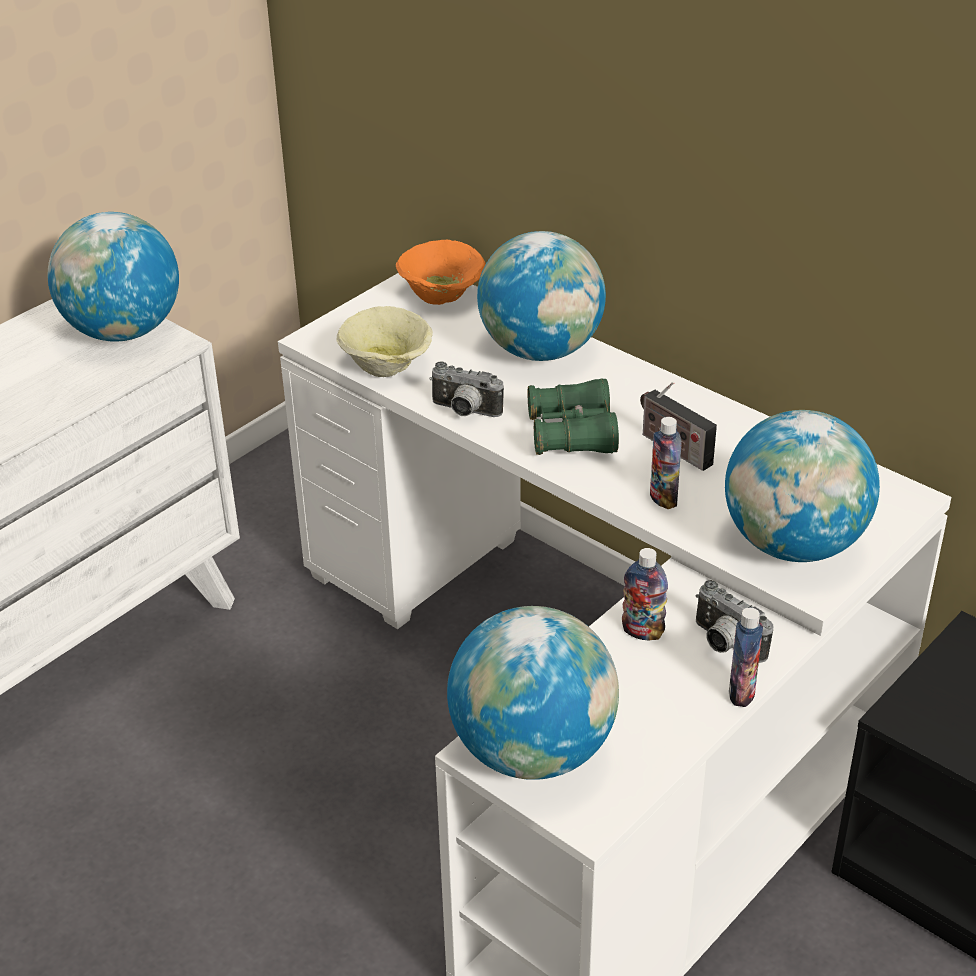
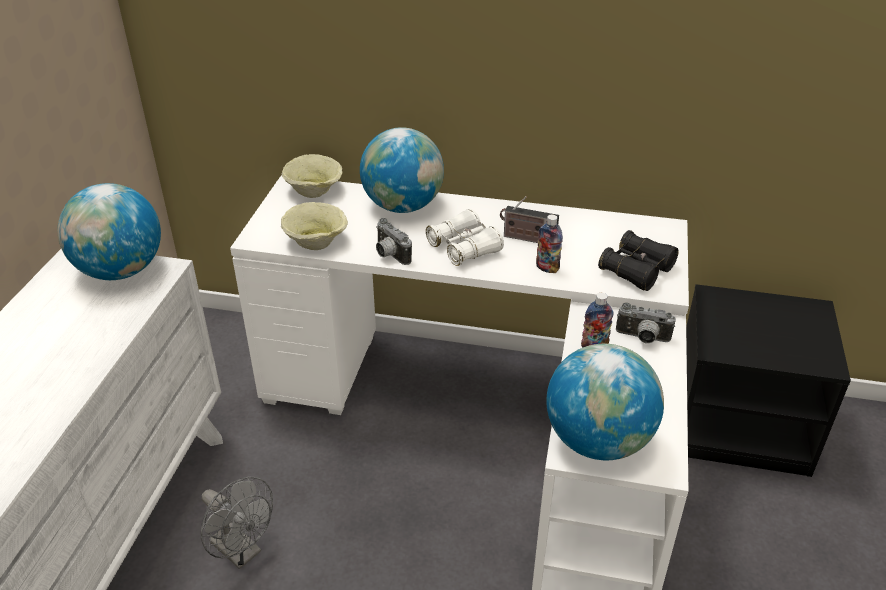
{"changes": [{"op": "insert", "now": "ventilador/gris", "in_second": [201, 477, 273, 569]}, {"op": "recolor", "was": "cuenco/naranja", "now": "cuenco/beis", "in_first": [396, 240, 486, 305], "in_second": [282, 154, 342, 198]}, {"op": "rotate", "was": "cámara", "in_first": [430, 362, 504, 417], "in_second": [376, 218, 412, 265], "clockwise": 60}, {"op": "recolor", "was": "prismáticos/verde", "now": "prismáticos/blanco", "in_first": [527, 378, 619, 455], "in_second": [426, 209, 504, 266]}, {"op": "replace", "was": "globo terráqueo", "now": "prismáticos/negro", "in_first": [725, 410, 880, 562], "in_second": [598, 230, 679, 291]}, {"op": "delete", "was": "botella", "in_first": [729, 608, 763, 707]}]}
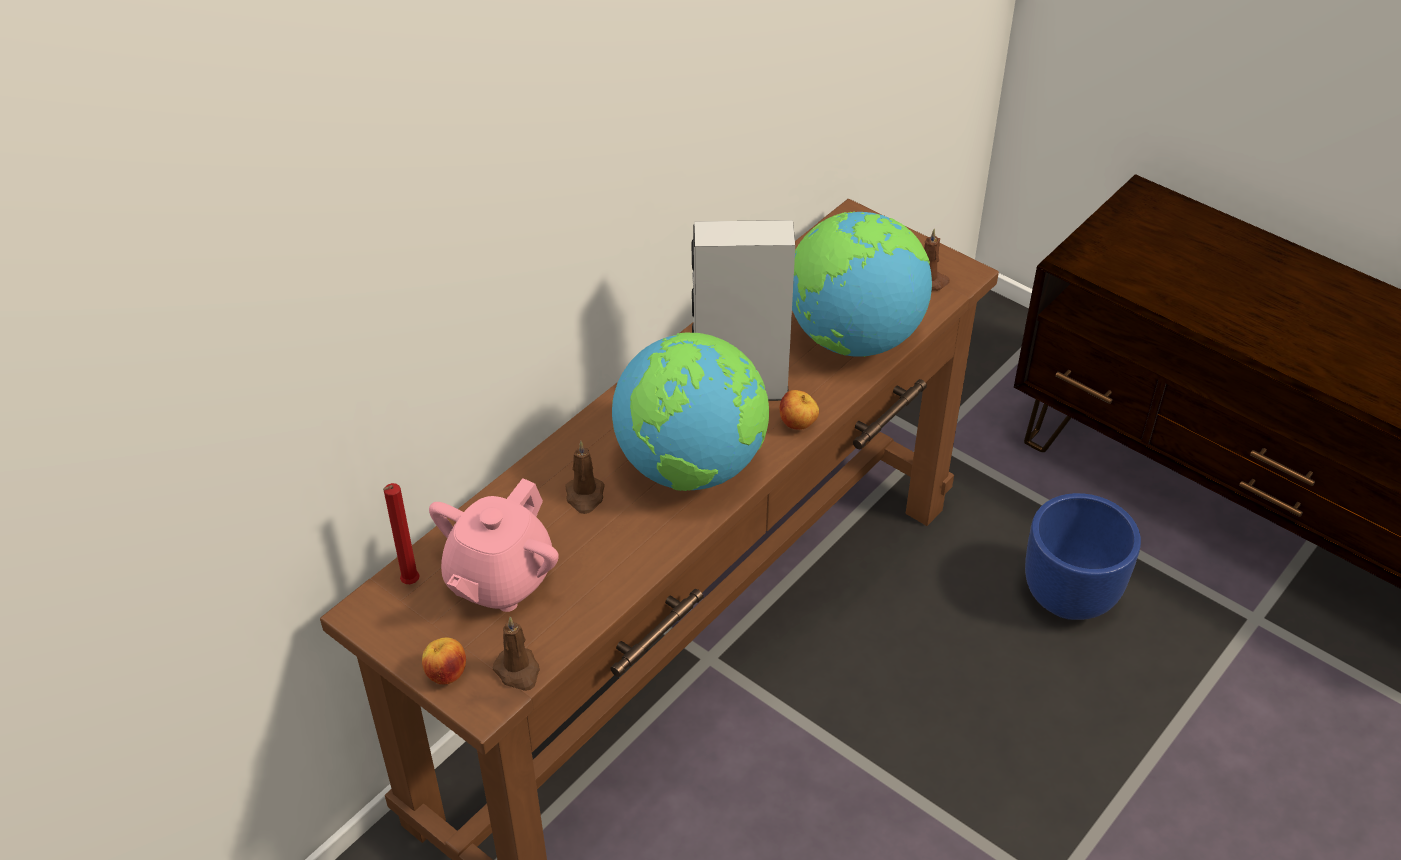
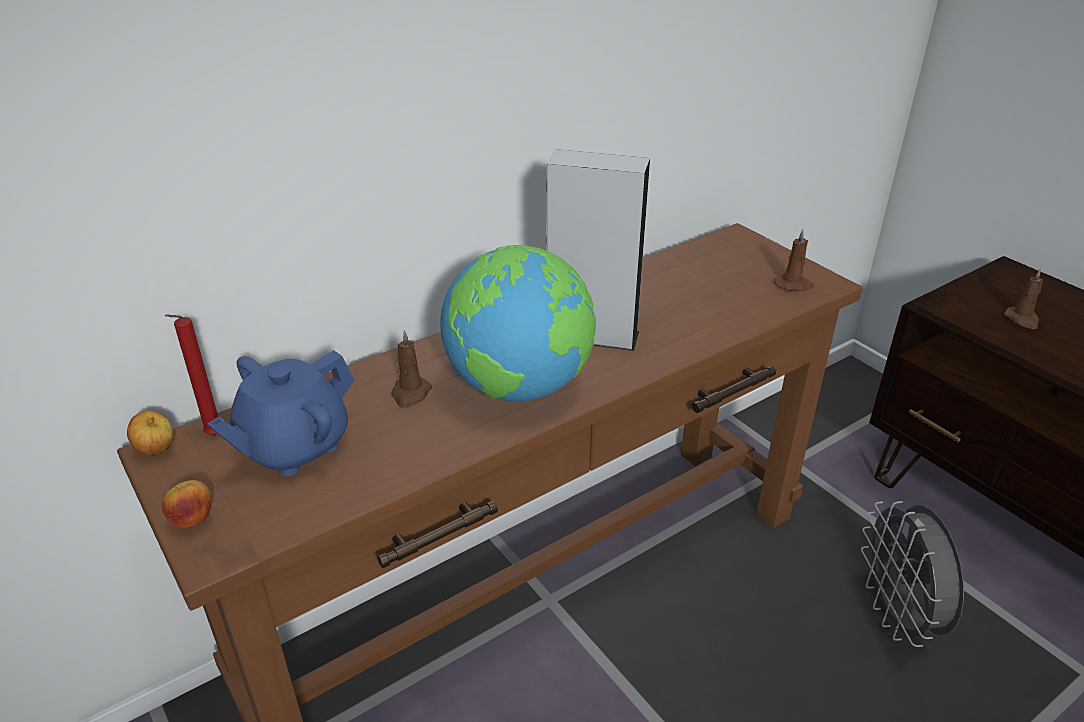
{"changes": [{"op": "move", "was": "manzana", "in_first": [779, 390, 819, 430], "in_second": [127, 410, 173, 455]}, {"op": "recolor", "was": "tetera/rosa", "now": "tetera/azul", "in_first": [429, 478, 559, 612], "in_second": [208, 350, 354, 476]}, {"op": "replace", "was": "maceta/azul", "now": "ventilador/gris", "in_first": [1025, 493, 1141, 620], "in_second": [861, 501, 964, 647]}, {"op": "move", "was": "vela/marrón", "in_first": [493, 617, 540, 691], "in_second": [1004, 268, 1043, 329]}, {"op": "delete", "was": "globo terráqueo", "in_first": [792, 211, 932, 357]}]}
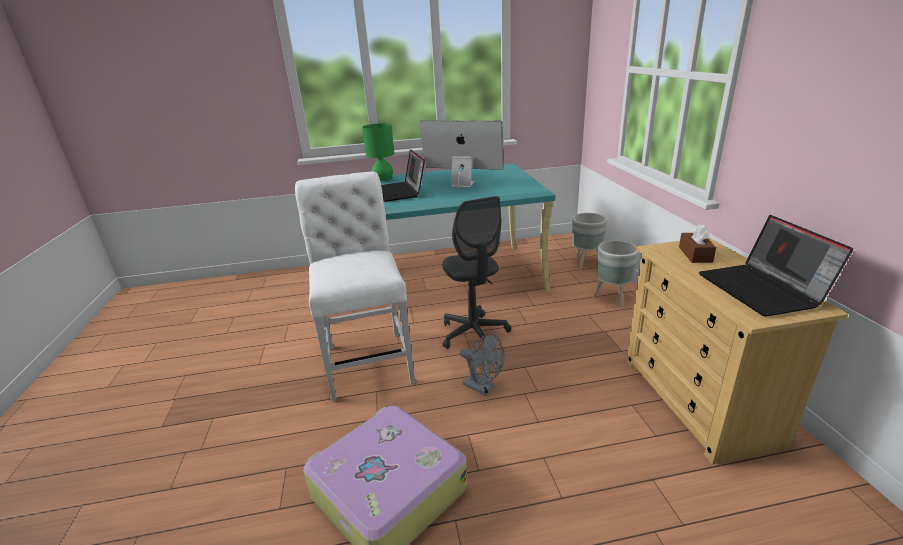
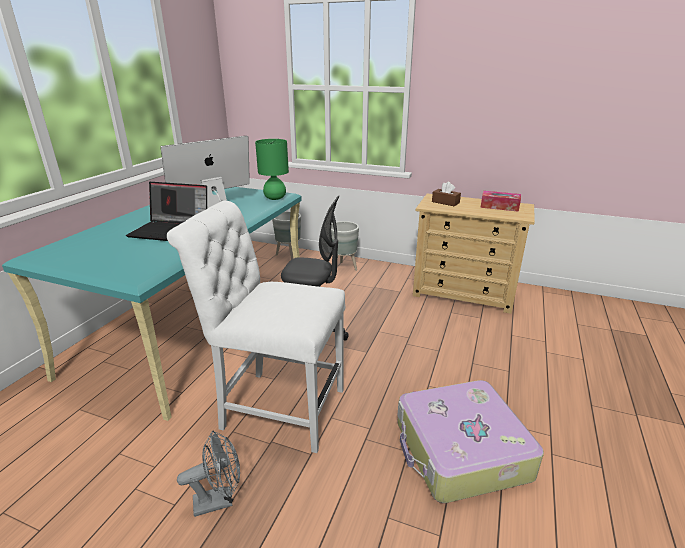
{"changes": [{"op": "move", "was": "ventilador/gris", "in_first": [460, 334, 505, 396], "in_second": [177, 431, 240, 517]}, {"op": "move", "was": "lámpara de mesa/verde", "in_first": [362, 123, 395, 181], "in_second": [255, 139, 289, 200]}, {"op": "replace", "was": "portátil", "now": "caja de pañuelos", "in_first": [699, 215, 853, 317], "in_second": [481, 191, 521, 212]}]}
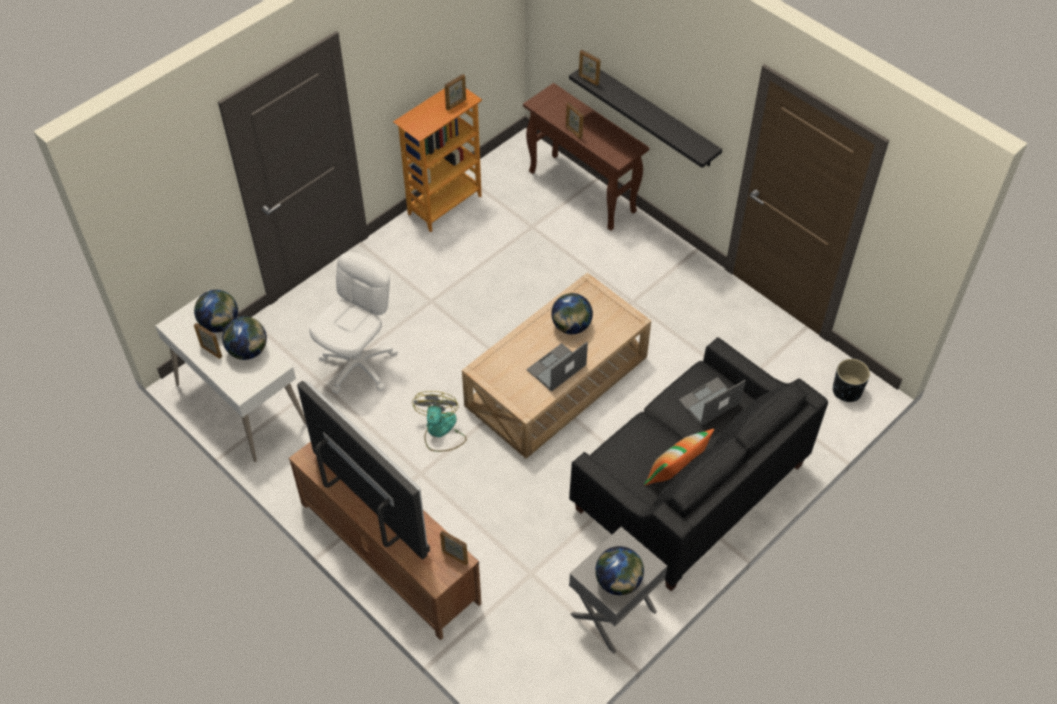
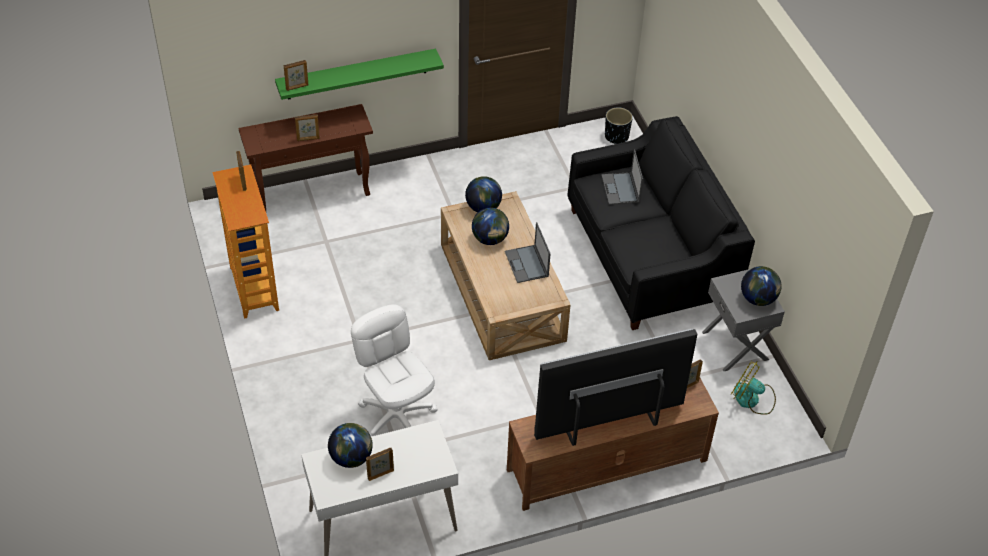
{"changes": [{"op": "recolor", "was": "estante/negro", "now": "estante/verde", "in_first": [569, 69, 722, 168], "in_second": [275, 49, 444, 100]}, {"op": "move", "was": "globo terráqueo", "in_first": [222, 316, 267, 360], "in_second": [465, 176, 502, 212]}, {"op": "move", "was": "ventilador", "in_first": [412, 391, 467, 452], "in_second": [731, 361, 776, 415]}, {"op": "delete", "was": "cojín", "in_first": [644, 429, 714, 485]}]}
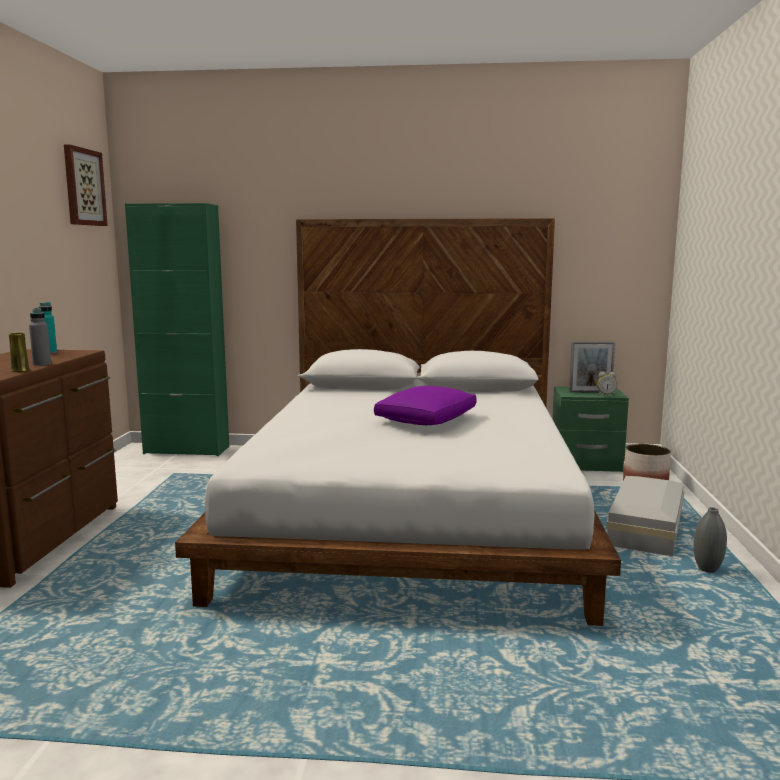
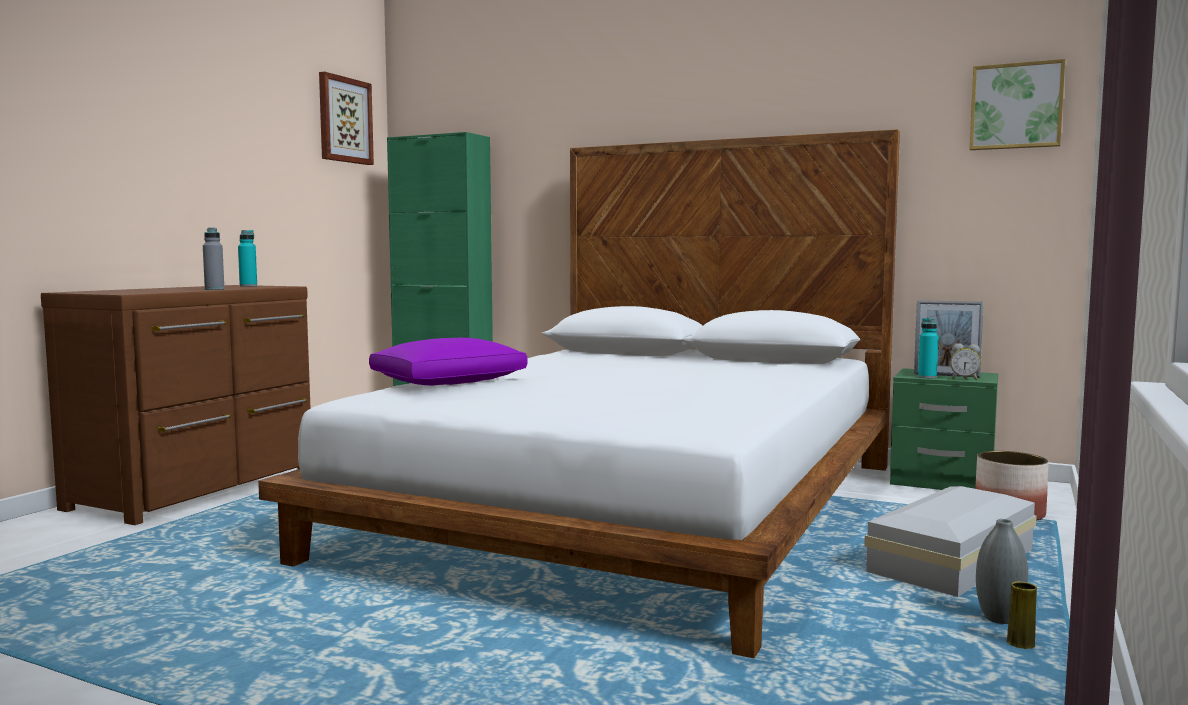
{"changes": [{"op": "move", "was": "cojín/morado", "in_first": [374, 386, 477, 425], "in_second": [369, 338, 528, 386]}, {"op": "insert", "now": "botella/turquesa", "in_second": [918, 318, 939, 378]}, {"op": "insert", "now": "cuadro", "in_second": [970, 59, 1065, 150]}, {"op": "move", "was": "florero/amarillo", "in_first": [9, 333, 29, 372], "in_second": [1006, 582, 1037, 649]}]}
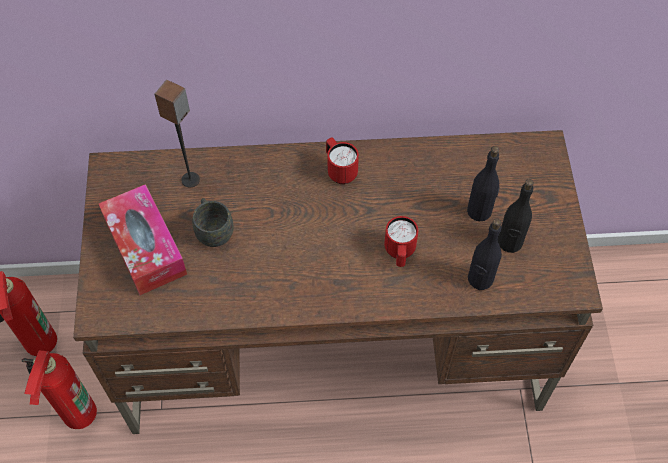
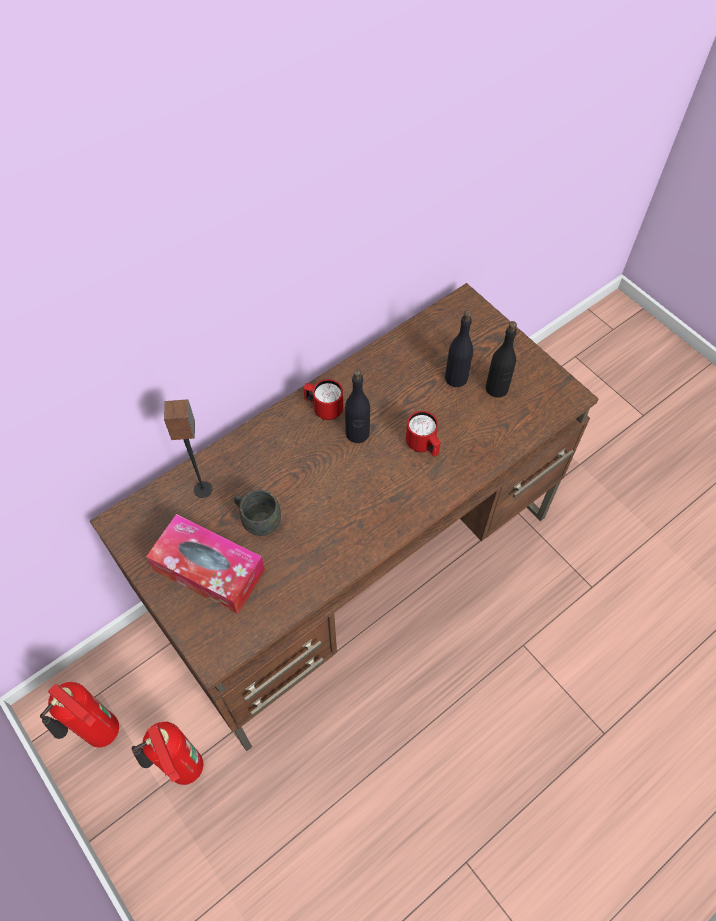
{"changes": [{"op": "move", "was": "botella/negro", "in_first": [468, 218, 502, 290], "in_second": [345, 369, 370, 443]}]}
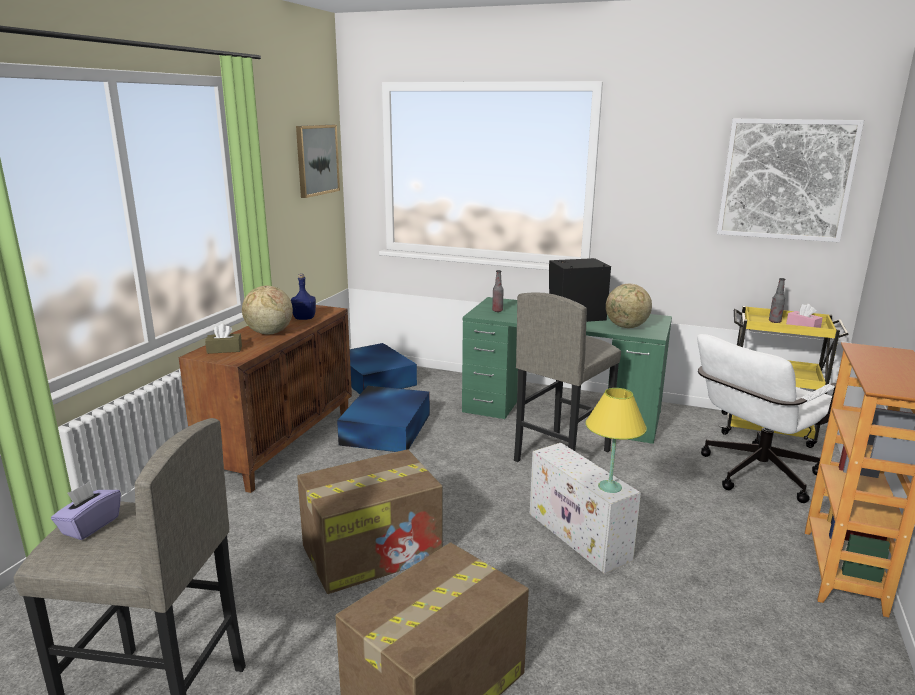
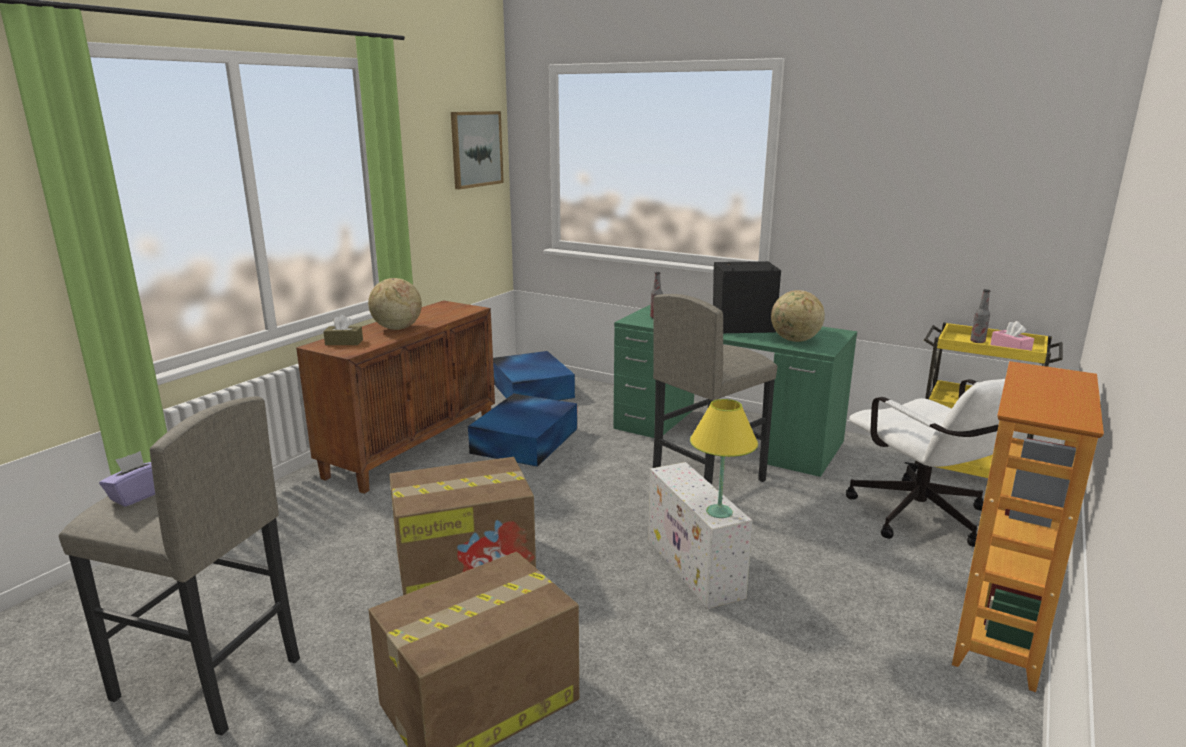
{"changes": [{"op": "rotate", "was": "silla de oficina/blanco", "in_first": [697, 334, 836, 503], "in_second": [846, 368, 1061, 547], "clockwise": -90}, {"op": "delete", "was": "botella/azul", "in_first": [291, 274, 316, 320]}, {"op": "delete", "was": "cuadro", "in_first": [717, 119, 864, 242]}]}
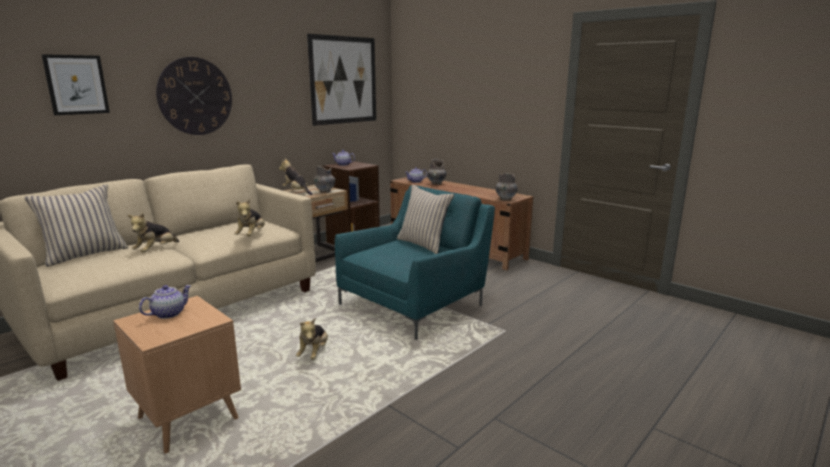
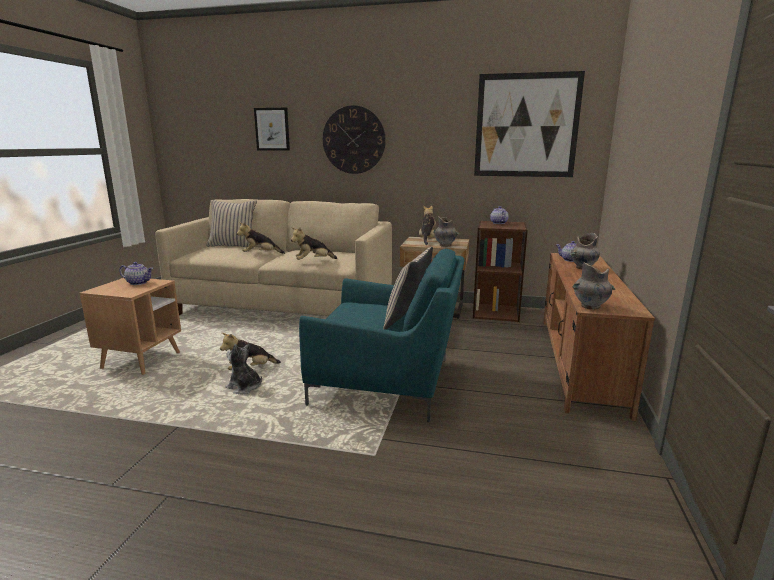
{"changes": [{"op": "insert", "now": "peluche", "in_second": [225, 344, 262, 394]}]}
